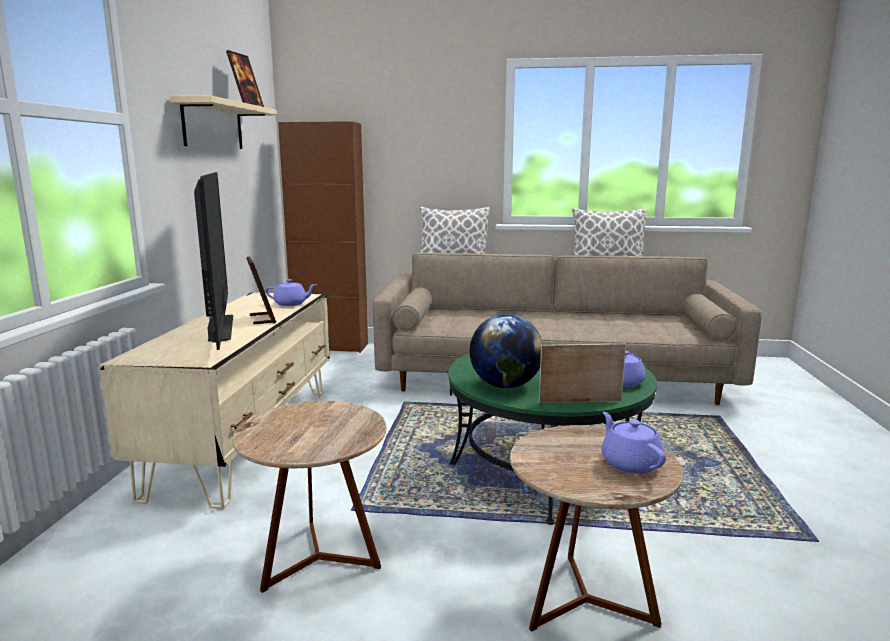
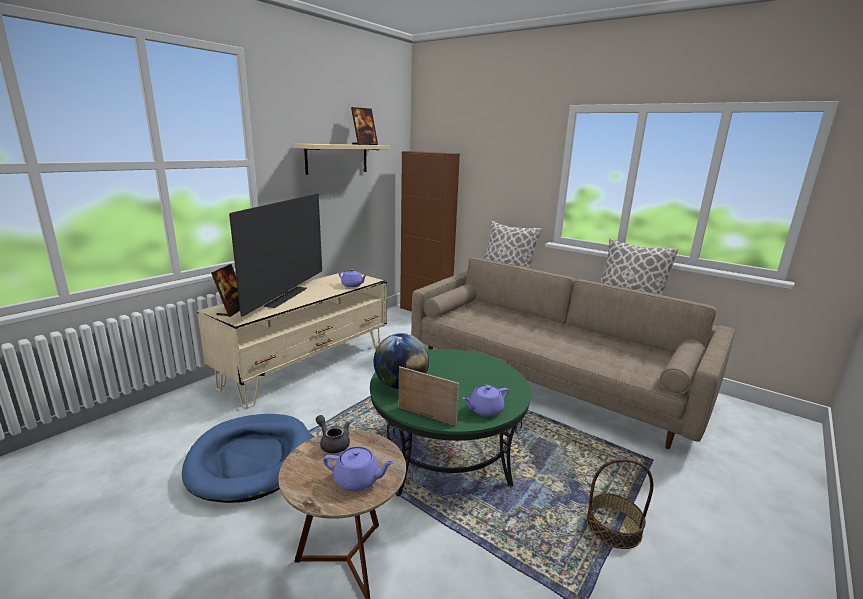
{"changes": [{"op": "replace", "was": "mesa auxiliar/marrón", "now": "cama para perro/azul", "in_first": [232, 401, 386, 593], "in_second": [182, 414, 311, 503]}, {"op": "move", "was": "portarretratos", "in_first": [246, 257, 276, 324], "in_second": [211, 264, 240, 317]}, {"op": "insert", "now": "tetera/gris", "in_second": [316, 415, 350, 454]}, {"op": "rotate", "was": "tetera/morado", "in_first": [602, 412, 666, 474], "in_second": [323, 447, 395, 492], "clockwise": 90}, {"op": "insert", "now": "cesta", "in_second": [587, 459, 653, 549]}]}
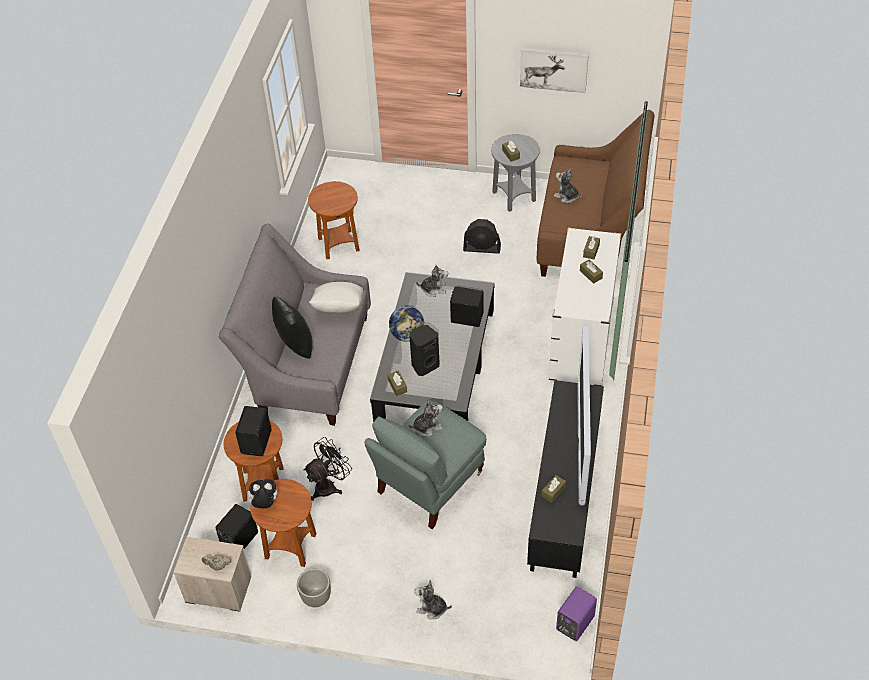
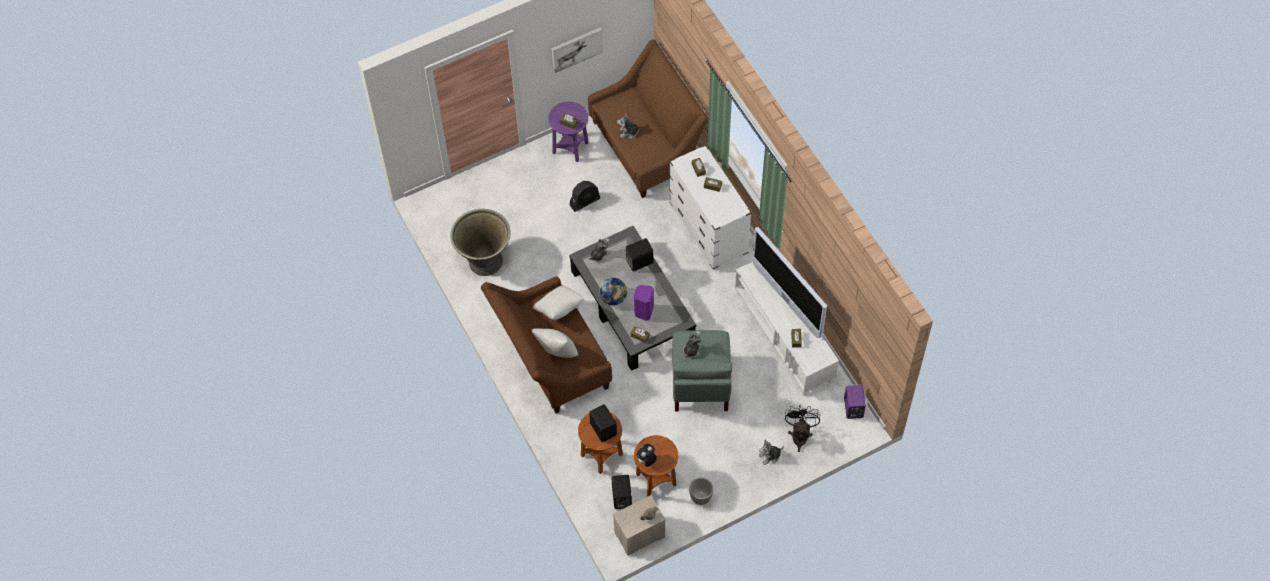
{"changes": [{"op": "replace", "was": "mesa auxiliar/marrón", "now": "maceta/gris", "in_first": [308, 181, 360, 259], "in_second": [450, 209, 511, 276]}, {"op": "recolor", "was": "sofá/gris", "now": "sofá/marrón", "in_first": [219, 224, 371, 426], "in_second": [481, 276, 612, 414]}, {"op": "recolor", "was": "cojín/negro", "now": "cojín/blanco", "in_first": [272, 297, 313, 359], "in_second": [531, 328, 578, 358]}, {"op": "recolor", "was": "mesa auxiliar/gris", "now": "mesa auxiliar/morado", "in_first": [491, 134, 540, 212], "in_second": [548, 102, 588, 162]}, {"op": "recolor", "was": "altavoz/negro", "now": "altavoz/morado", "in_first": [409, 325, 440, 376], "in_second": [634, 285, 654, 321]}, {"op": "recolor", "was": "mueble de televisión/negro", "now": "mueble de televisión/blanco", "in_first": [527, 380, 604, 578], "in_second": [735, 262, 839, 396]}, {"op": "move", "was": "ventilador/negro", "in_first": [303, 437, 352, 501], "in_second": [785, 406, 820, 452]}]}
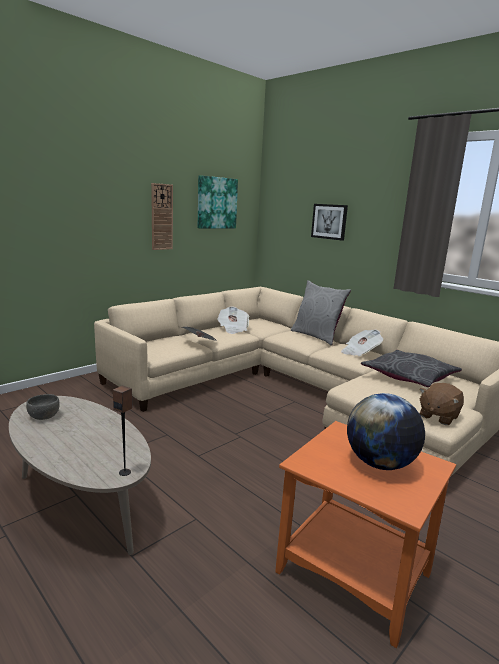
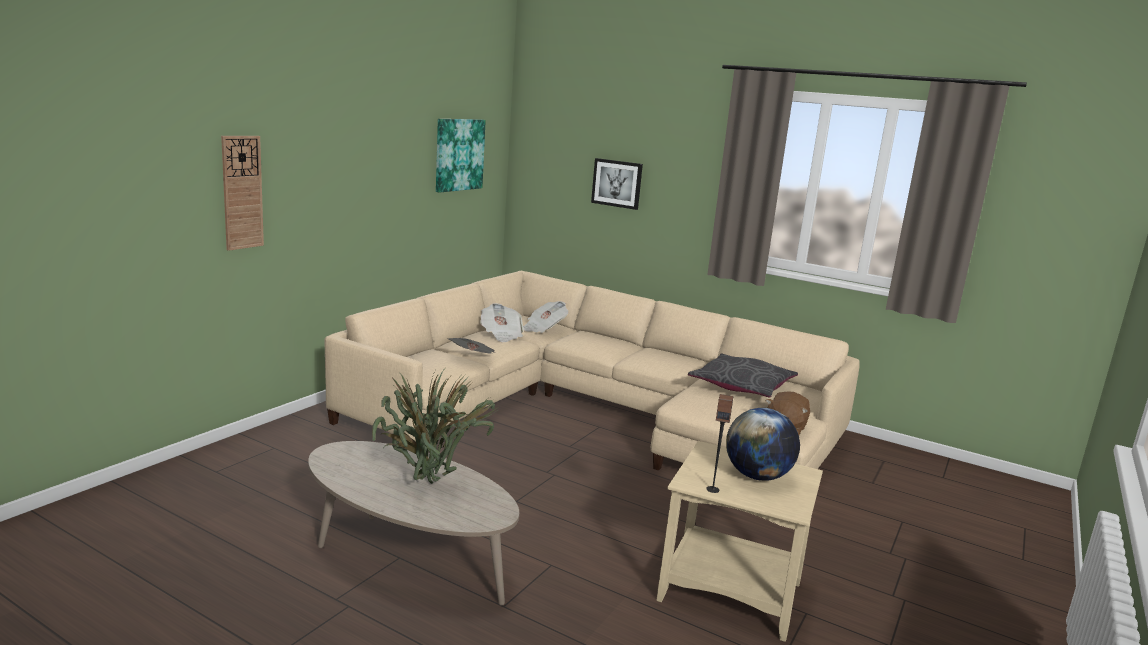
{"changes": [{"op": "move", "was": "reloj de pared", "in_first": [151, 183, 173, 250], "in_second": [221, 136, 264, 251]}, {"op": "insert", "now": "planta en maceta", "in_second": [372, 370, 498, 484]}, {"op": "move", "was": "periódico", "in_first": [341, 330, 383, 356], "in_second": [523, 301, 569, 333]}, {"op": "recolor", "was": "mesa auxiliar/naranja", "now": "mesa auxiliar/beis", "in_first": [275, 421, 456, 648], "in_second": [657, 441, 823, 642]}, {"op": "move", "was": "altavoz", "in_first": [113, 386, 132, 476], "in_second": [706, 394, 734, 493]}, {"op": "delete", "was": "cuenco/gris", "in_first": [26, 394, 60, 420]}, {"op": "delete", "was": "cojín/gris", "in_first": [291, 280, 351, 345]}]}
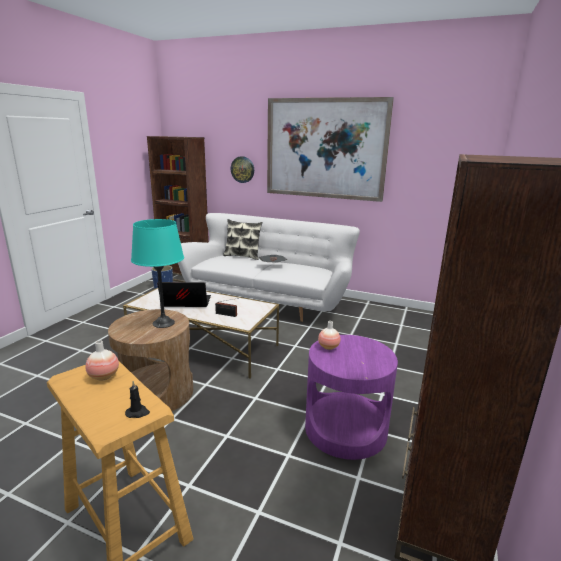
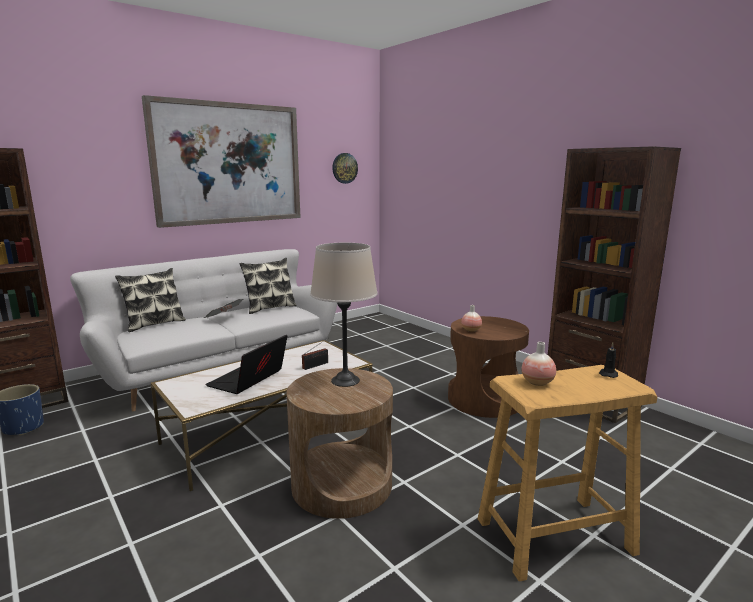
{"changes": [{"op": "insert", "now": "cojín", "in_second": [239, 258, 297, 314]}, {"op": "recolor", "was": "lámpara de mesa/turquesa", "now": "lámpara de mesa/beis", "in_first": [131, 219, 184, 328], "in_second": [310, 243, 378, 387]}, {"op": "move", "was": "reloj de pared", "in_first": [231, 156, 254, 183], "in_second": [332, 153, 358, 184]}, {"op": "recolor", "was": "mesa auxiliar/morado", "now": "mesa auxiliar/marrón", "in_first": [305, 335, 398, 460], "in_second": [448, 316, 529, 418]}]}
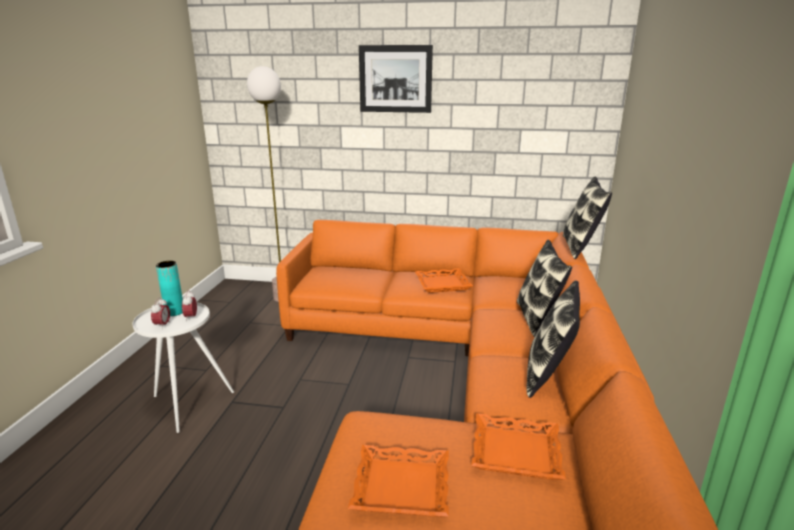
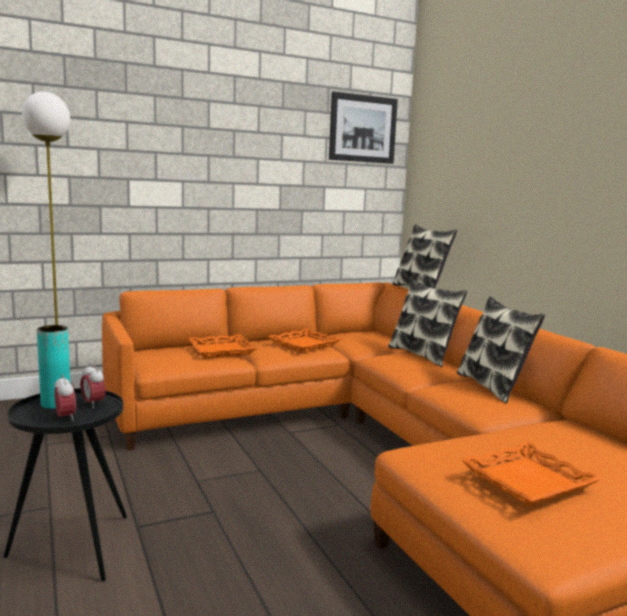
{"changes": [{"op": "recolor", "was": "mesa auxiliar/blanco", "now": "mesa auxiliar/negro", "in_first": [132, 302, 234, 433], "in_second": [3, 388, 127, 581]}, {"op": "move", "was": "bandeja/naranja", "in_first": [471, 414, 566, 480], "in_second": [188, 335, 257, 358]}, {"op": "move", "was": "cuadro", "in_first": [359, 45, 433, 113], "in_second": [329, 91, 398, 164]}]}
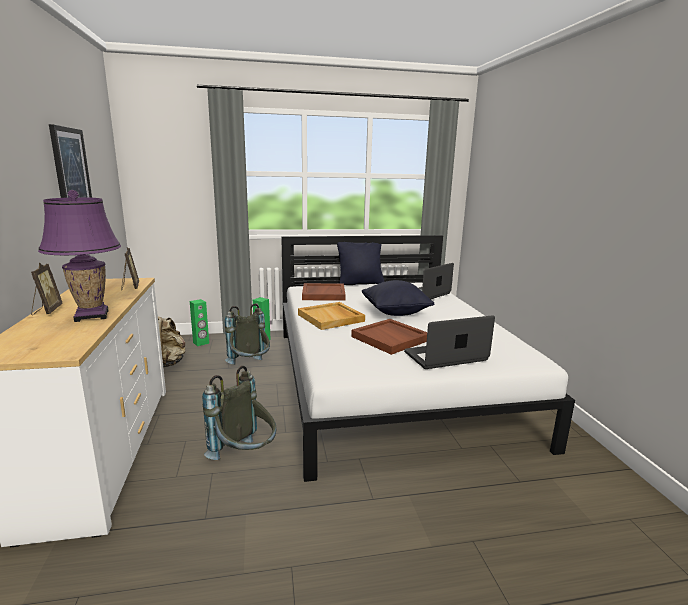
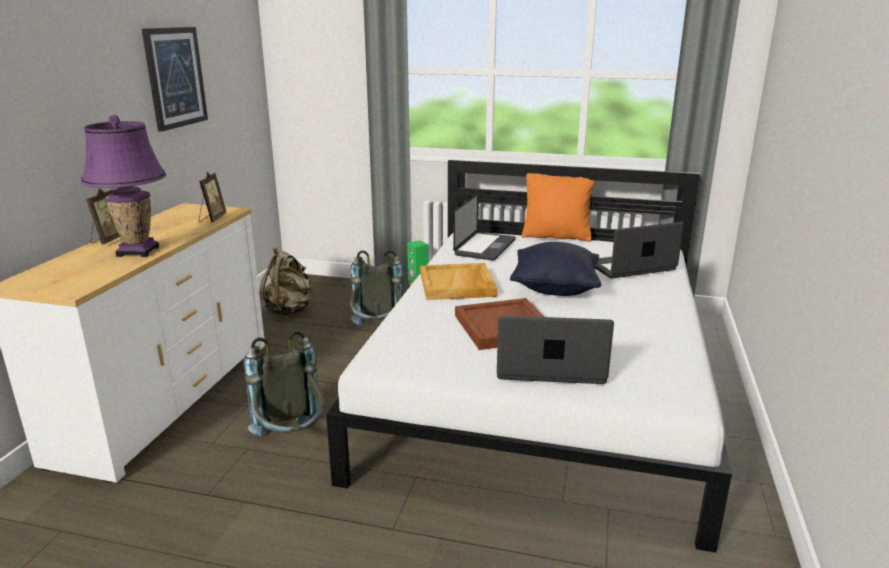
{"changes": [{"op": "replace", "was": "bandeja/marrón", "now": "portátil", "in_first": [302, 283, 346, 301], "in_second": [453, 194, 515, 261]}, {"op": "recolor", "was": "cojín/negro", "now": "cojín/naranja", "in_first": [337, 242, 384, 285], "in_second": [522, 173, 595, 242]}, {"op": "delete", "was": "altavoz/verde", "in_first": [190, 299, 209, 346]}]}
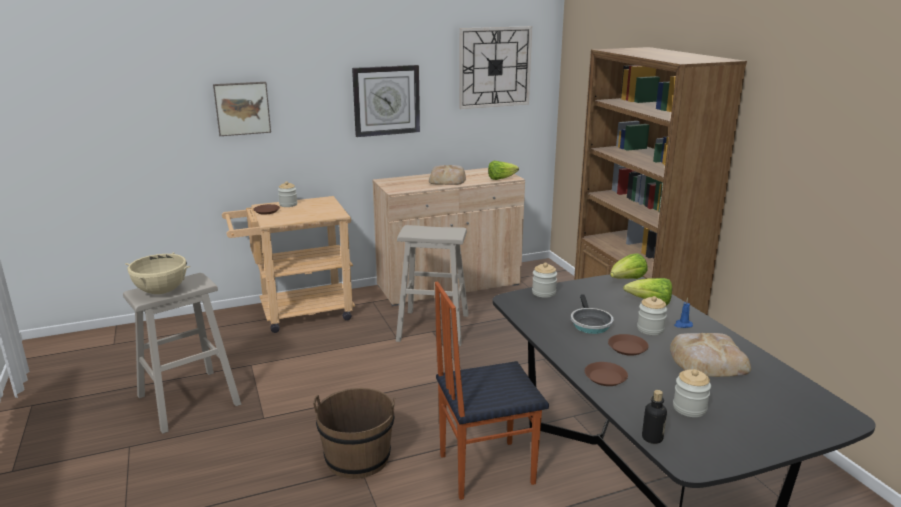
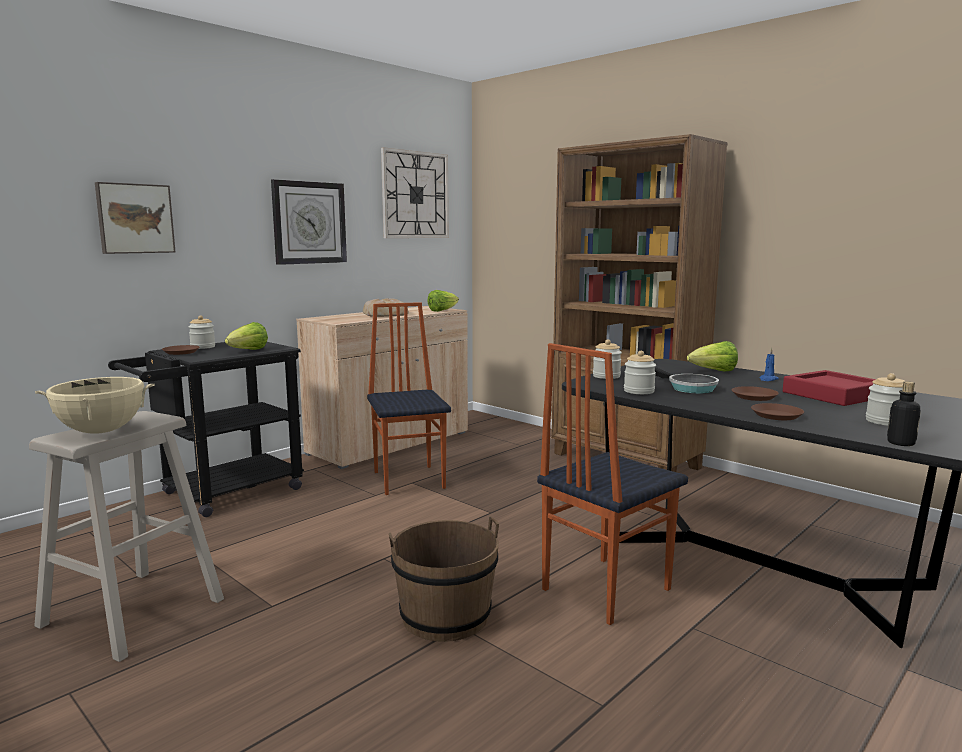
{"changes": [{"op": "recolor", "was": "carrito/beis", "now": "carrito/negro", "in_first": [222, 196, 355, 333], "in_second": [108, 342, 304, 517]}, {"op": "move", "was": "lechuga", "in_first": [610, 253, 648, 279], "in_second": [225, 322, 268, 350]}, {"op": "replace", "was": "taburete/beis", "now": "silla", "in_first": [396, 225, 469, 346], "in_second": [367, 302, 451, 495]}, {"op": "move", "was": "tarro", "in_first": [637, 296, 667, 335], "in_second": [624, 351, 656, 394]}, {"op": "replace", "was": "pan", "now": "bandeja/rojo", "in_first": [670, 333, 751, 377], "in_second": [783, 370, 876, 406]}]}
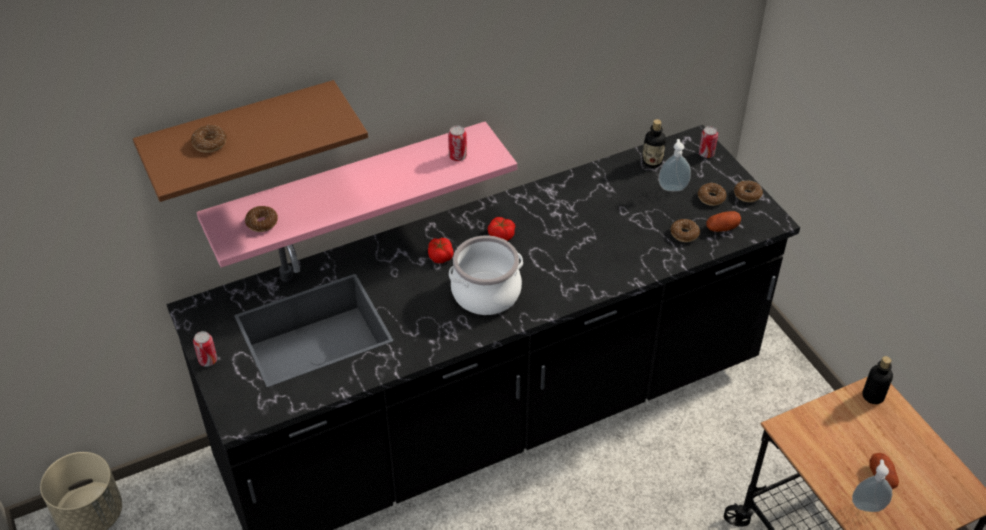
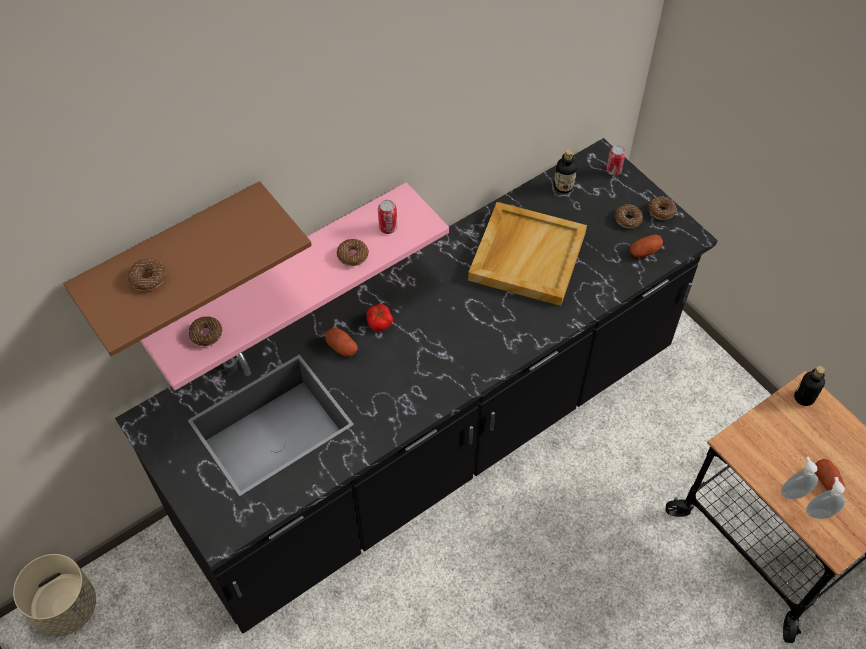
{"changes": [{"op": "insert", "now": "patata", "in_second": [325, 327, 358, 357]}, {"op": "move", "was": "rosquilla", "in_first": [670, 219, 700, 242], "in_second": [337, 239, 369, 266]}, {"op": "insert", "now": "bandeja/beis", "in_second": [468, 202, 587, 306]}, {"op": "move", "was": "dispensador de jabón", "in_first": [659, 139, 691, 191], "in_second": [781, 457, 818, 499]}, {"op": "delete", "was": "lata", "in_first": [193, 331, 217, 367]}, {"op": "delete", "was": "olla", "in_first": [449, 236, 523, 315]}, {"op": "delete", "was": "tomate", "in_first": [488, 217, 515, 241]}]}
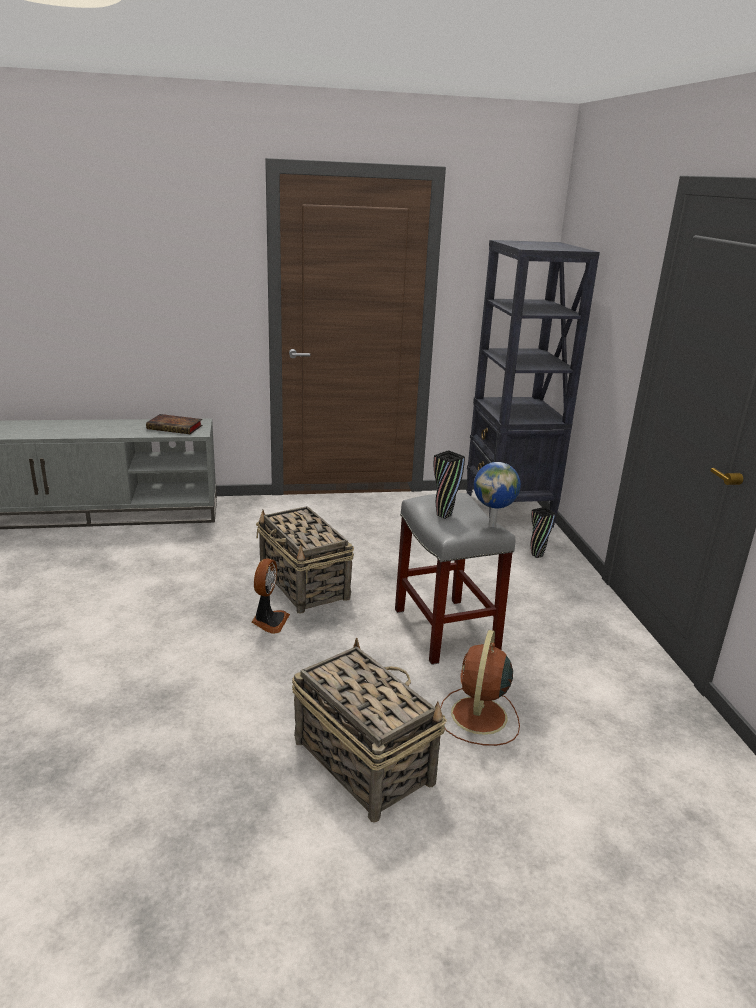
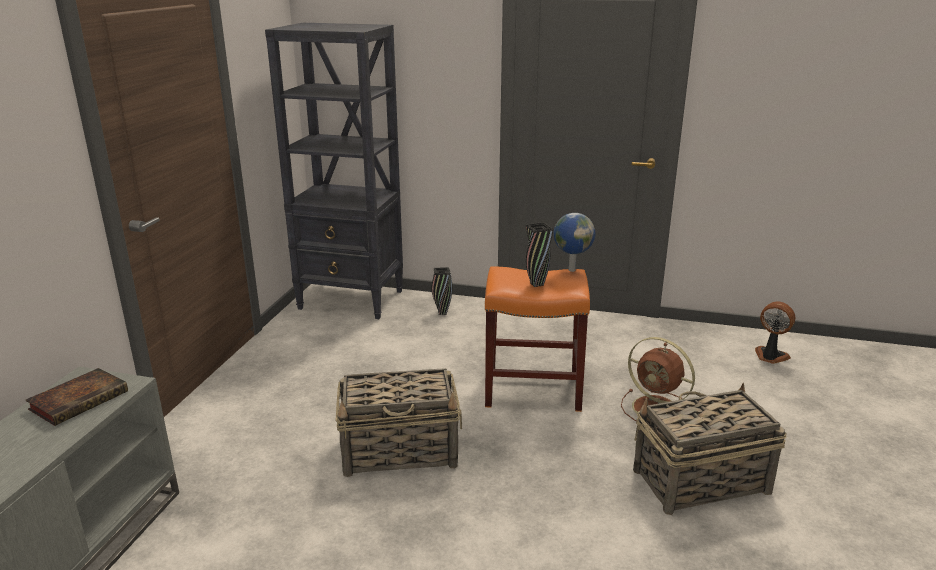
{"changes": [{"op": "recolor", "was": "taburete/gris", "now": "taburete/naranja", "in_first": [395, 493, 515, 665], "in_second": [485, 266, 590, 412]}, {"op": "move", "was": "ventilador", "in_first": [251, 559, 290, 634], "in_second": [755, 302, 796, 364]}]}
